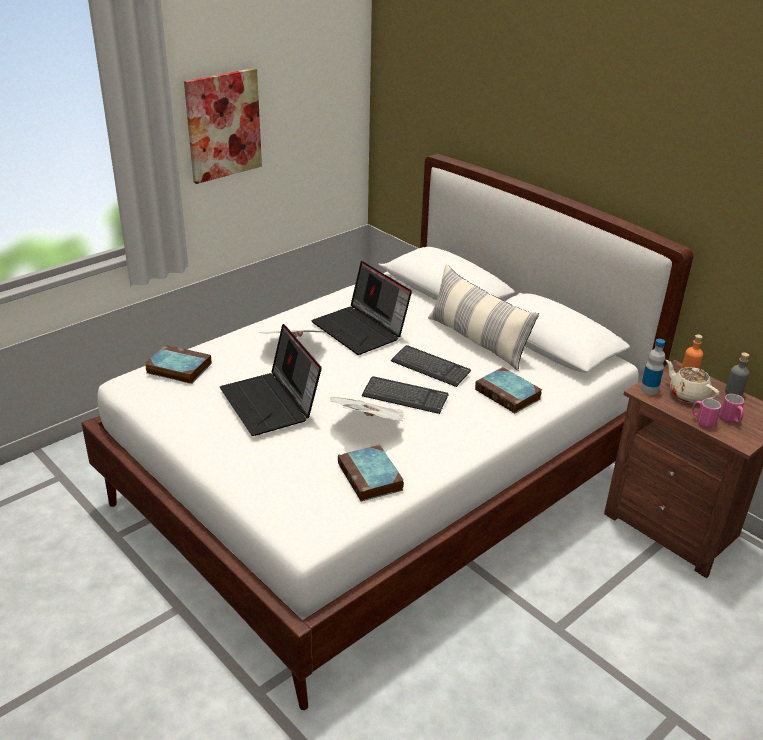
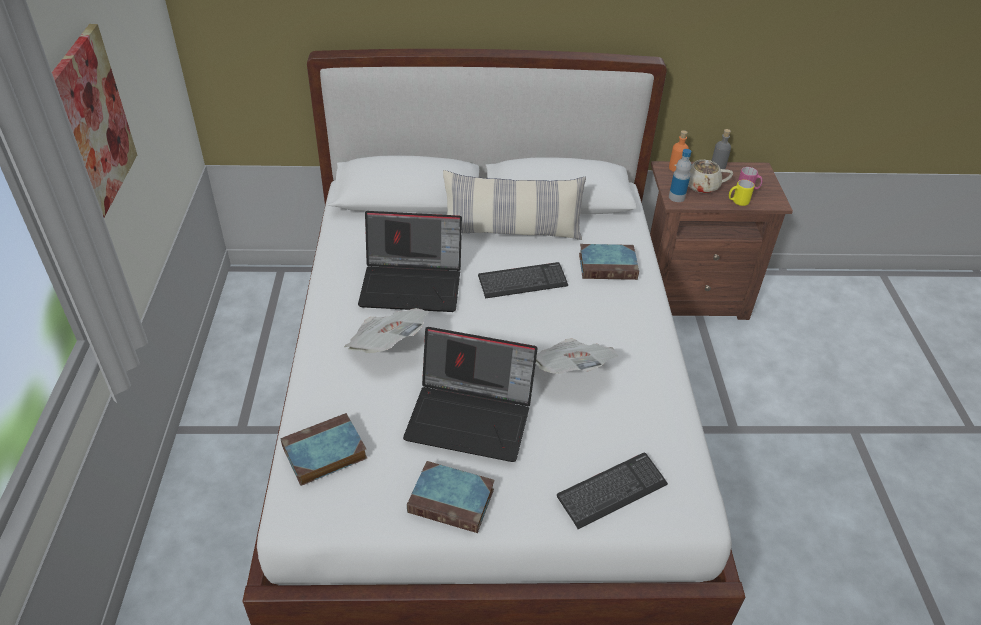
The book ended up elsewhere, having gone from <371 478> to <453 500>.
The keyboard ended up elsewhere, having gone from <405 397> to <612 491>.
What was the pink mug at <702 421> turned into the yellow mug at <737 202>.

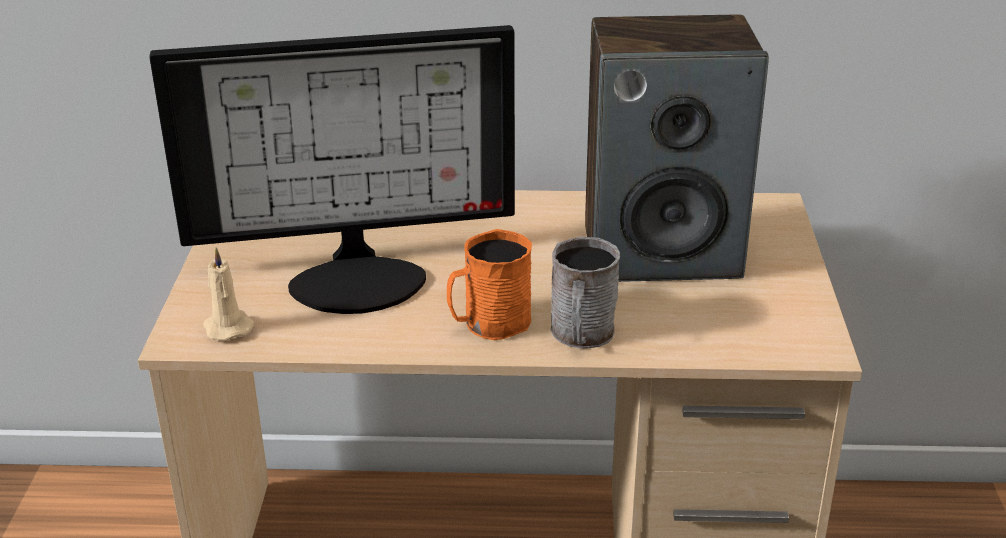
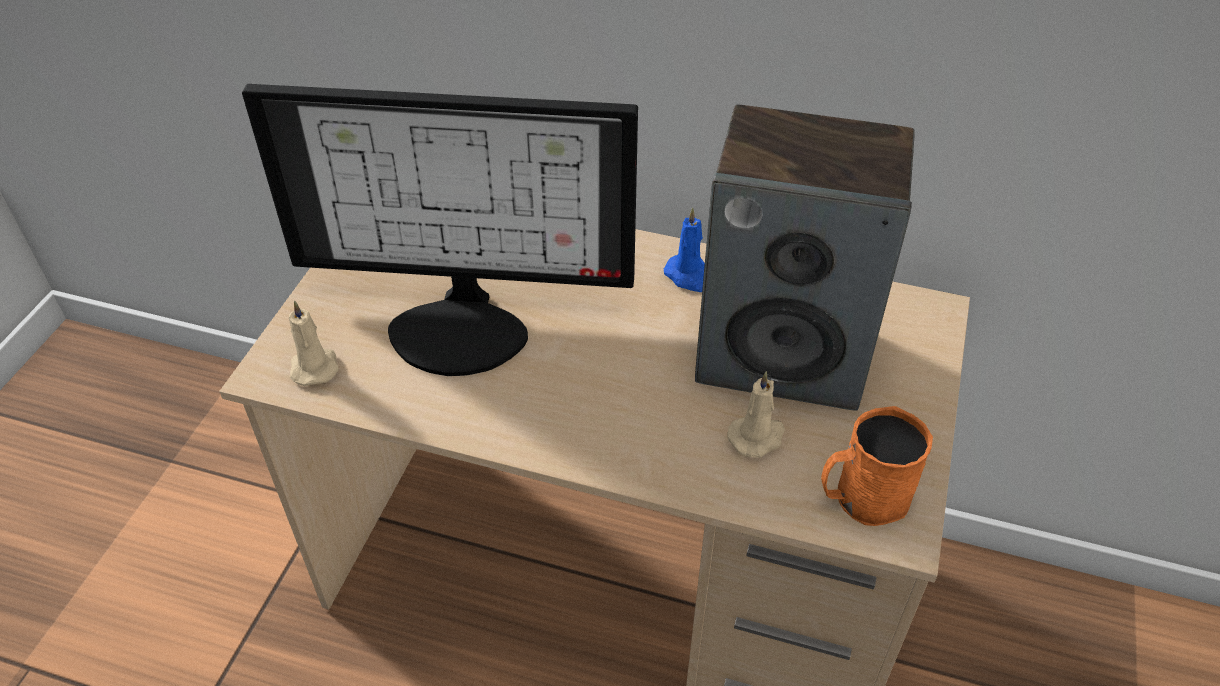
The second view lost the grey mug at <581 335>.
The second view gained the blue candle at <689 276>.
The second view gained the beige candle at <757 436>.
The orange mug ended up elsewhere, having gone from <489 324> to <862 498>.

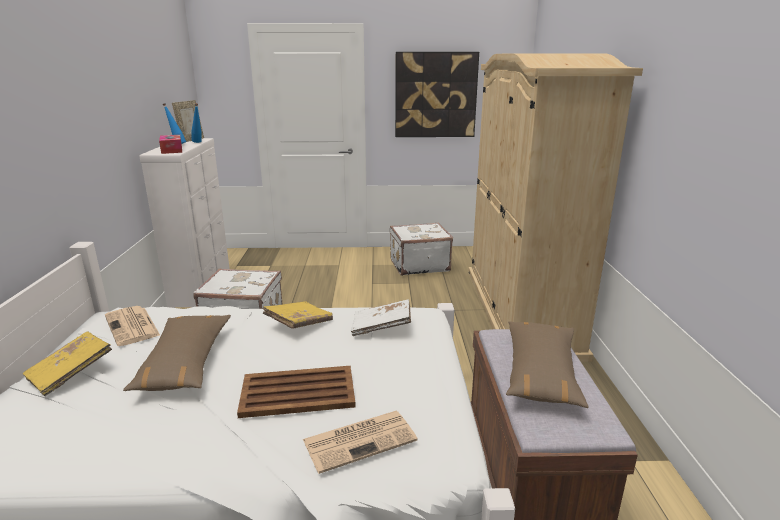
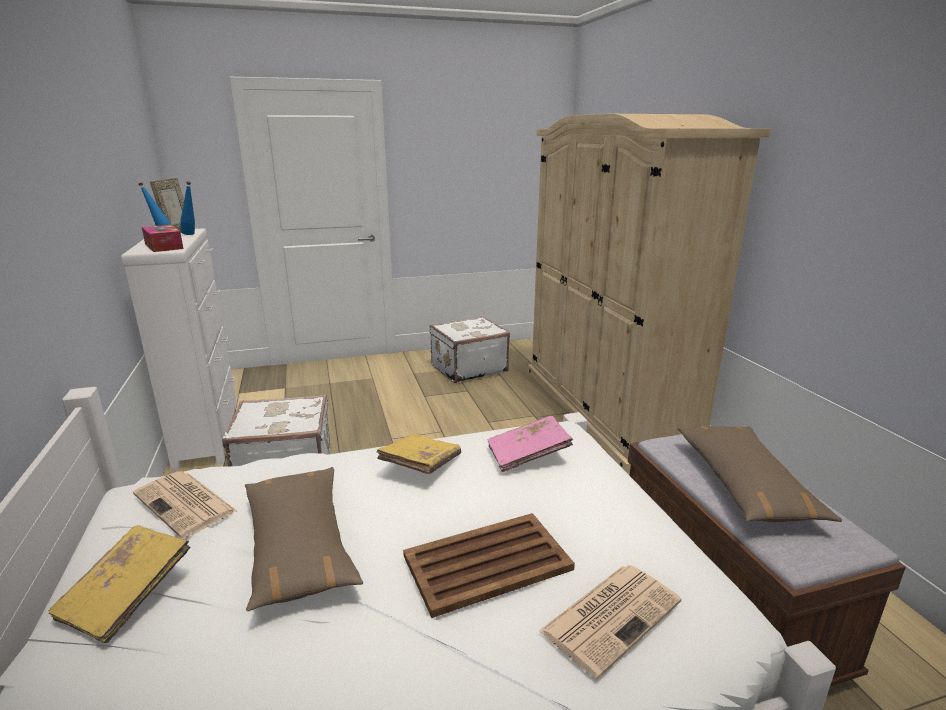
The second view lost the picture at <435 95>.
What was the white book at <382 327> turned into the pink book at <528 455>.

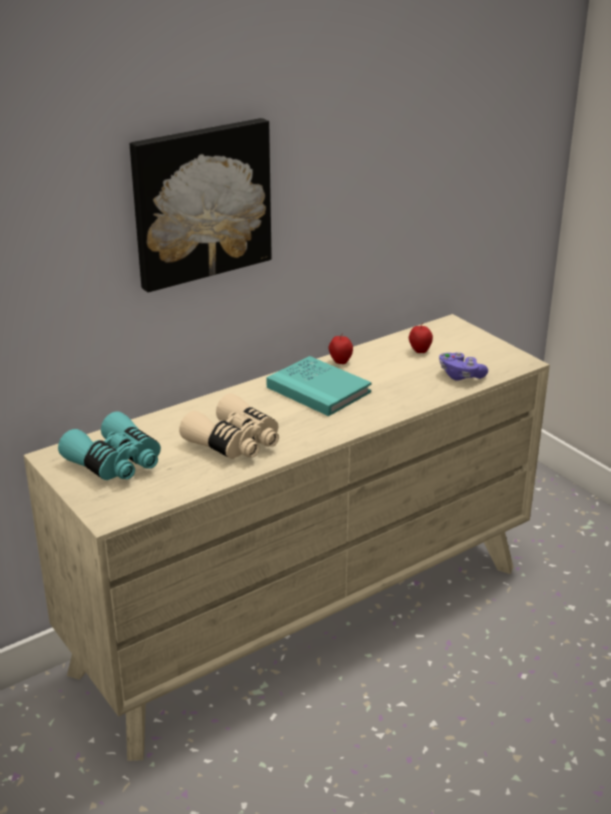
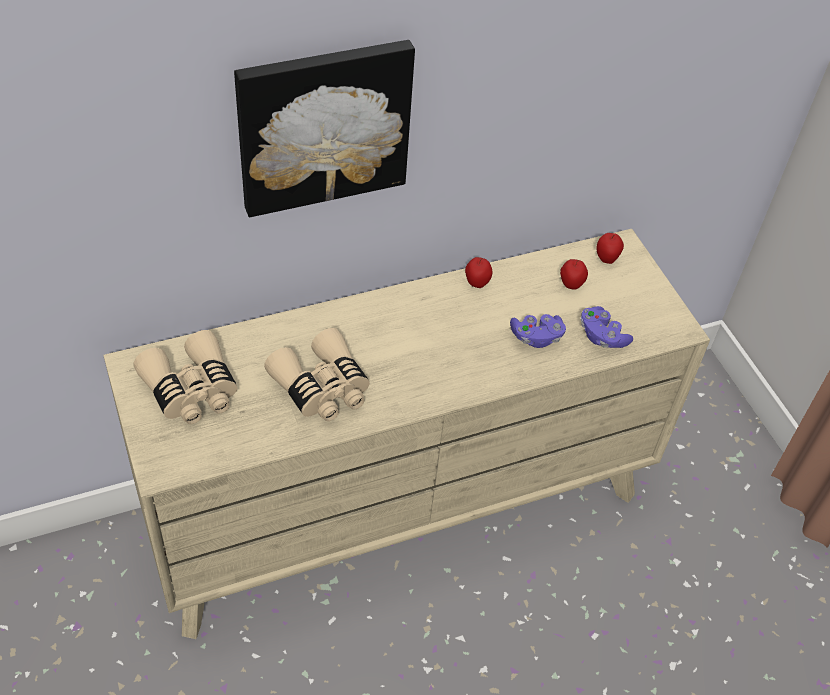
The second view lost the turquoise book at <318 390>.
The second view gained the purple game controller at <536 337>.
The second view gained the apple at <606 258>.
What was the turquoise binoculars at <116 463> turned into the beige binoculars at <192 390>.

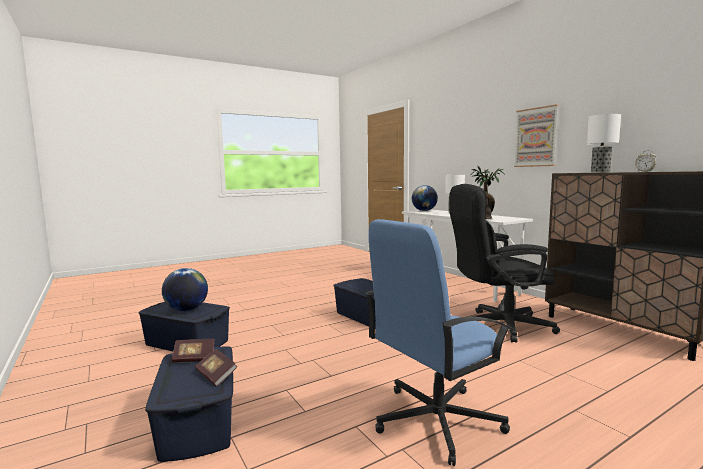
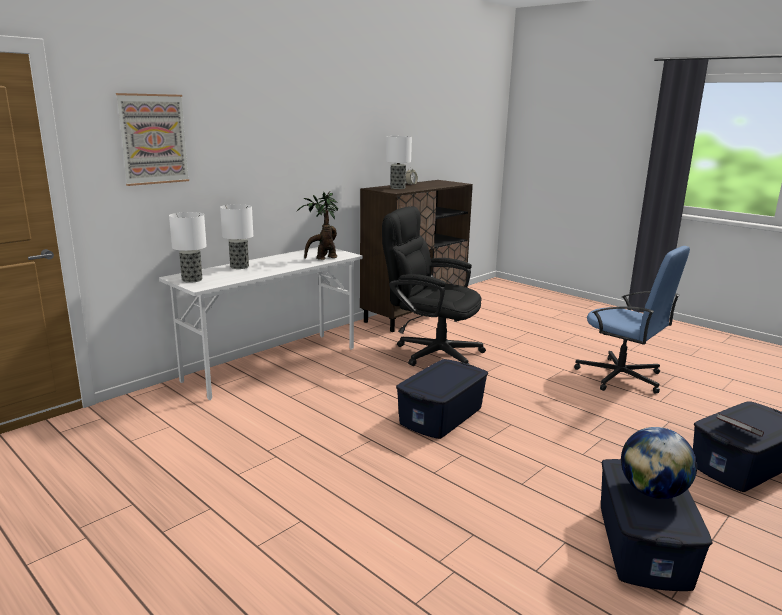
The second view lost the book at <216 375>.
The picture ended up elsewhere, having gone from <535 137> to <153 139>.
Where the globe stood at <424 210>, the table lamp came to stand at <192 279>.
The black office chair at <497 326> ended up facing another way, 135 degrees clockwise from before.

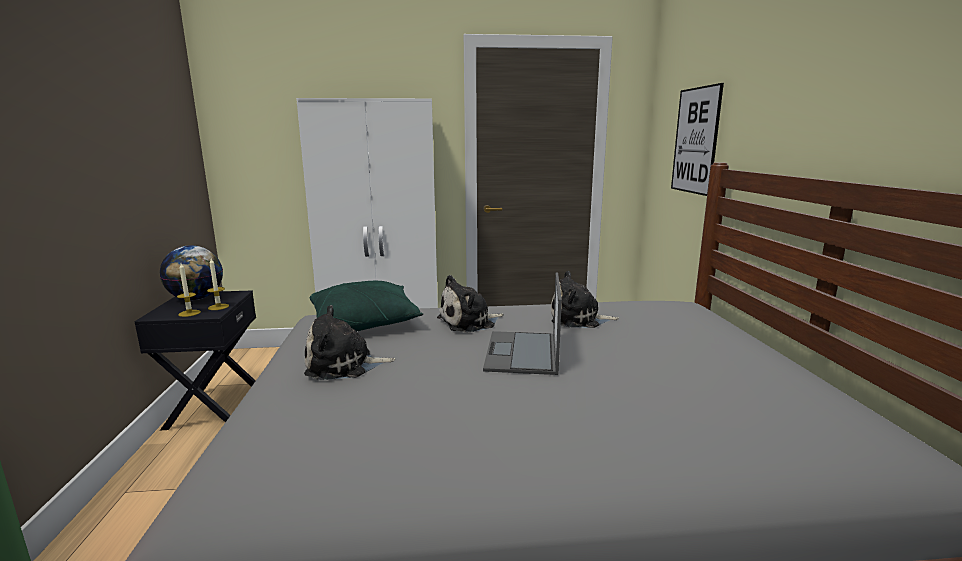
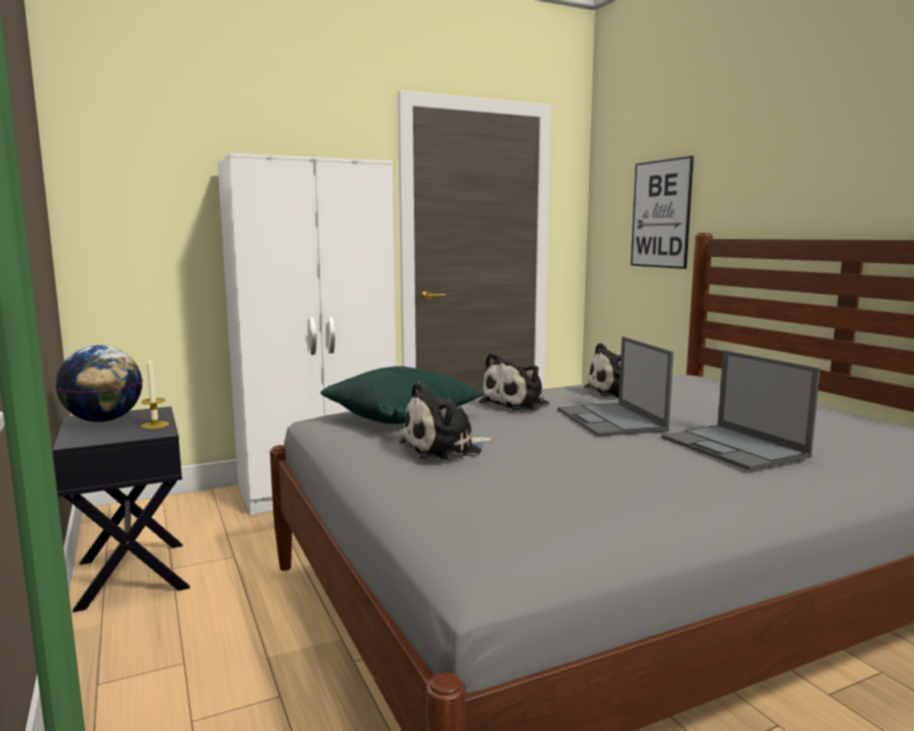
The second view lost the candle at <189 313>.
The second view gained the laptop at <735 448>.

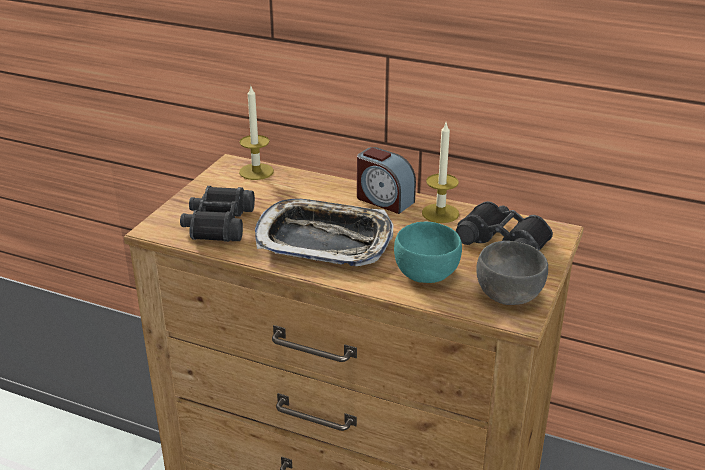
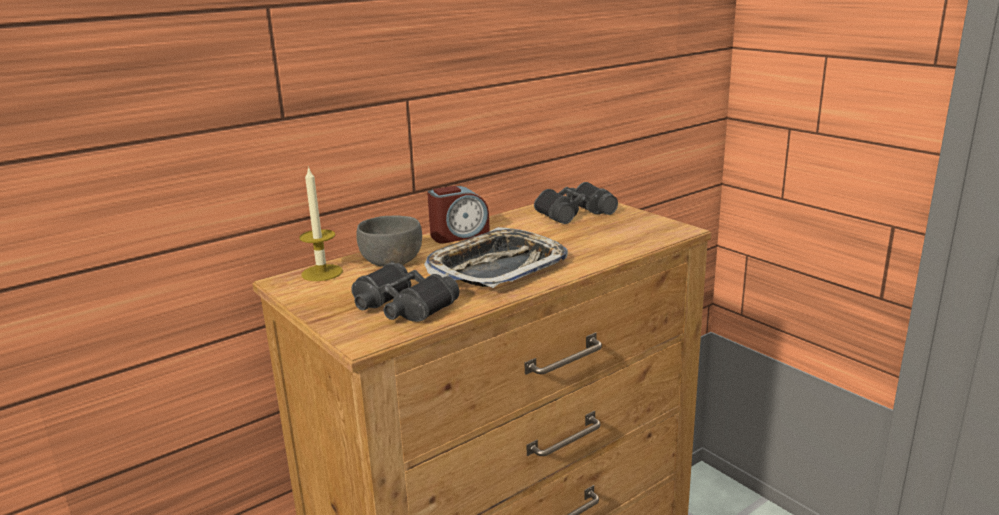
The second view lost the turquoise bowl at <426 272>.
The second view lost the candle at <440 213>.
The grey bowl ended up elsewhere, having gone from <508 293> to <390 261>.

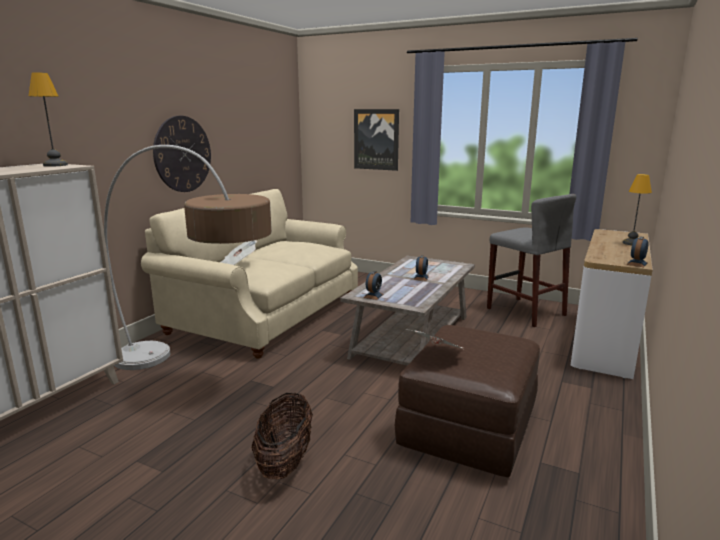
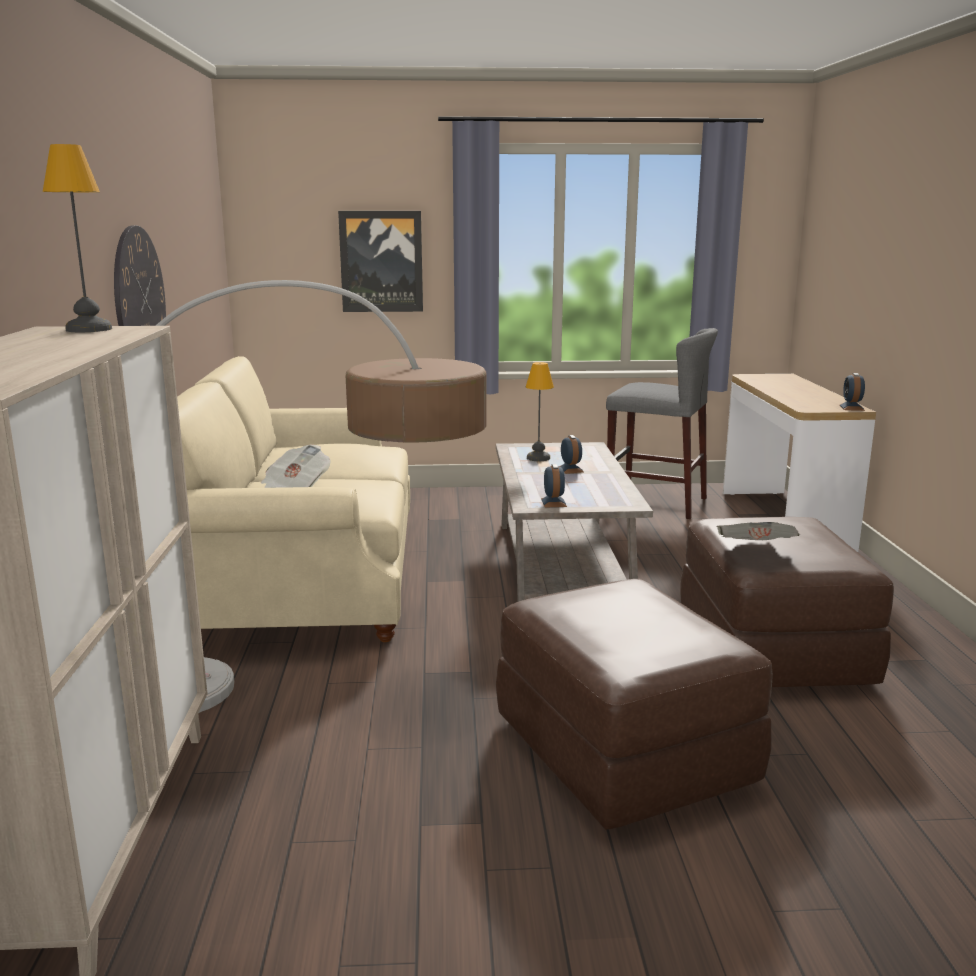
The table lamp ended up elsewhere, having gone from <631 243> to <537 458>.
Where the basket stood at <285 461>, the brown ottoman came to stand at <625 752>.

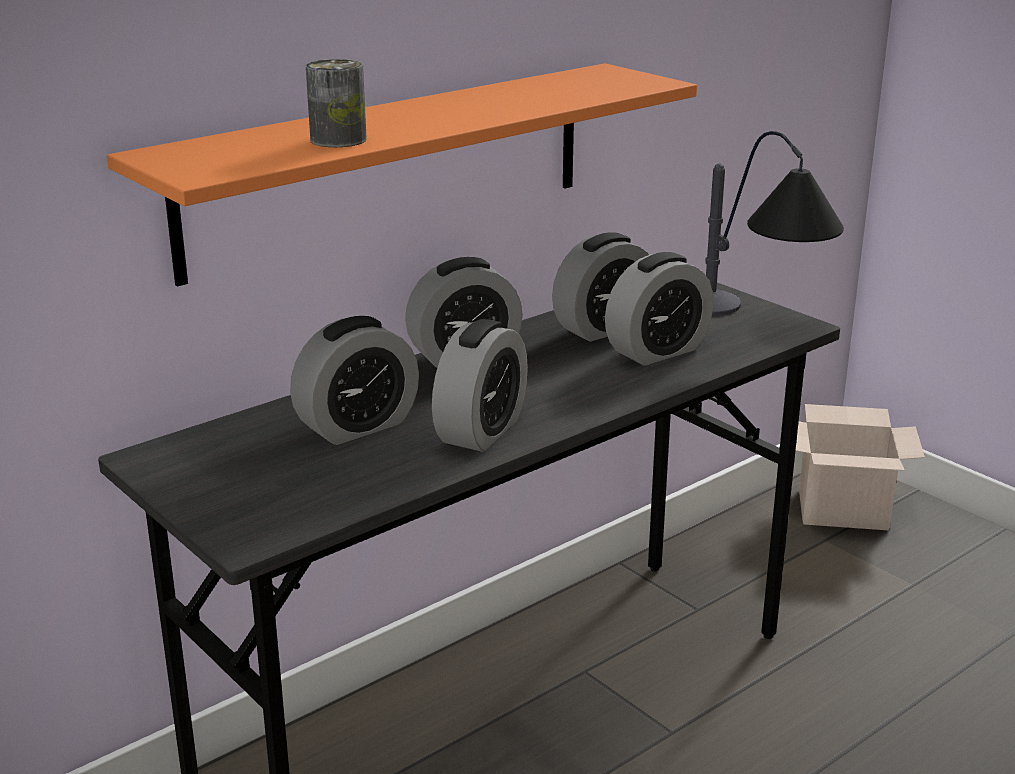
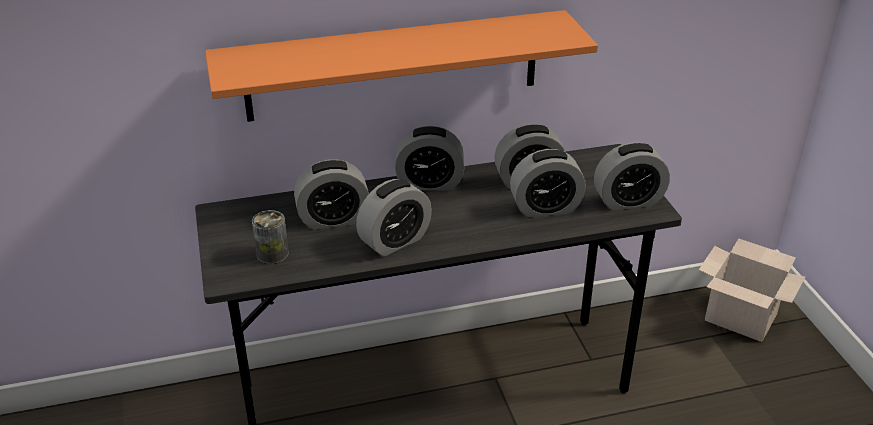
The can ended up elsewhere, having gone from <338 140> to <272 254>.
Where the table lamp stood at <756 323>, the alarm clock came to stand at <628 201>.

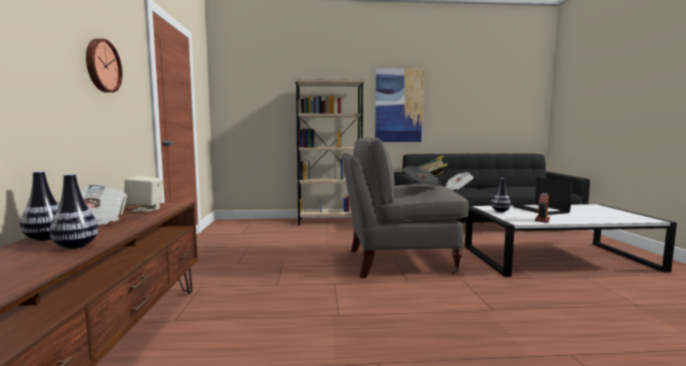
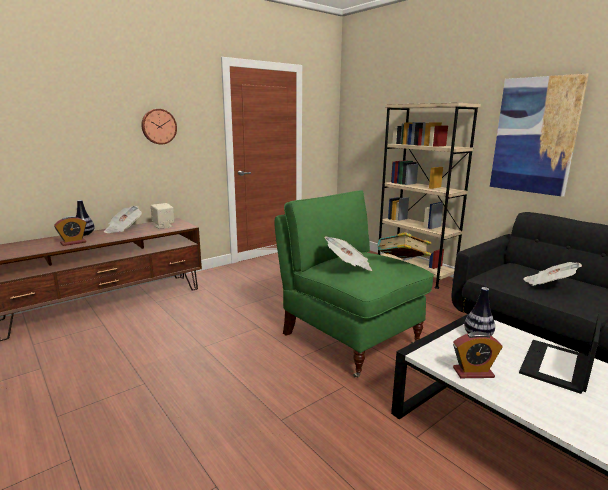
Where the vase stood at <76 246>, the alarm clock came to stand at <73 242>.
What was the grey armchair at <398 261> turned into the green armchair at <348 338>.

